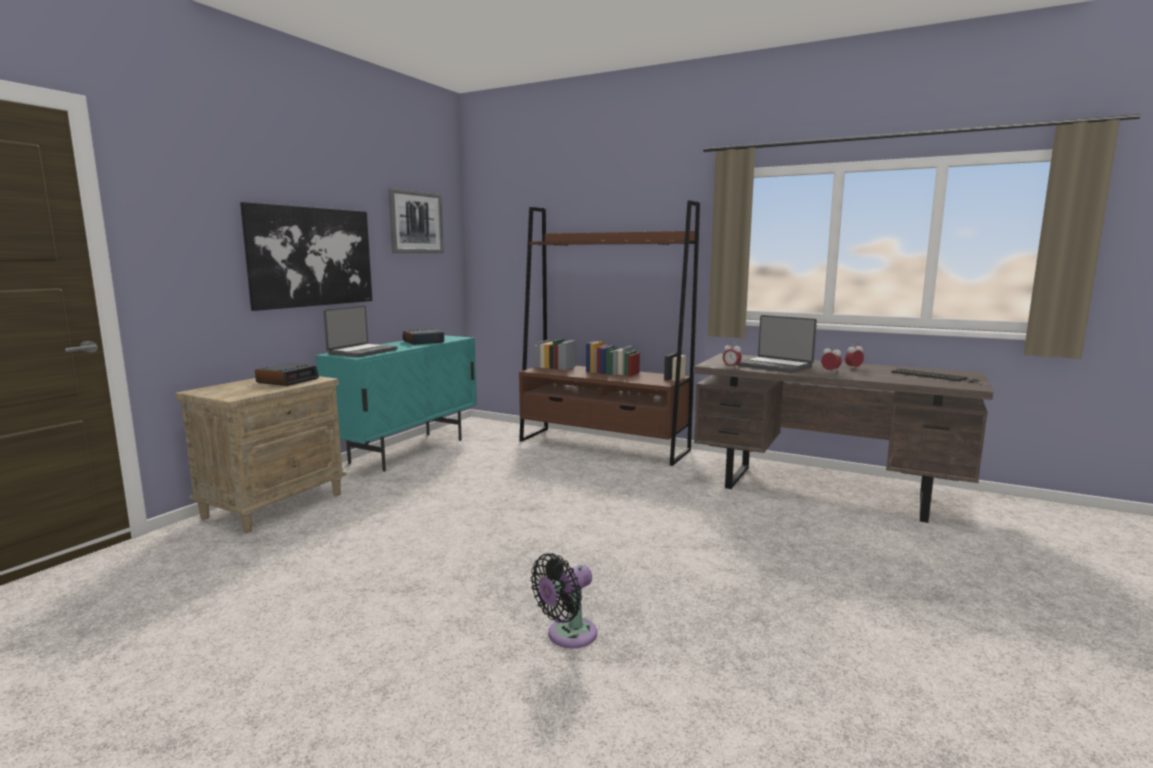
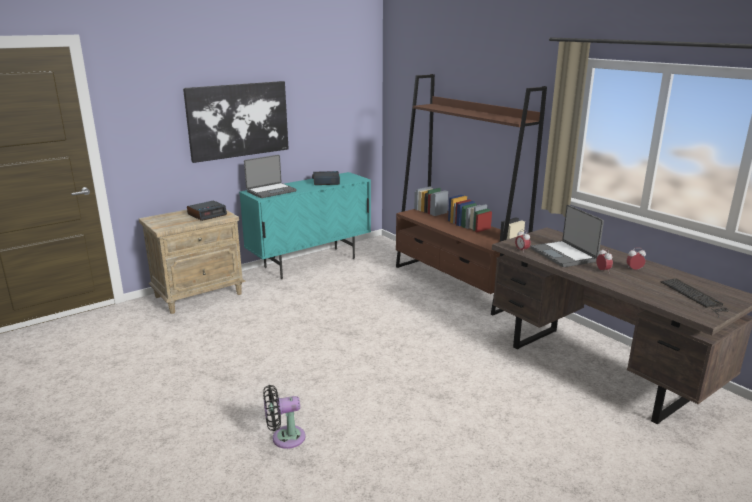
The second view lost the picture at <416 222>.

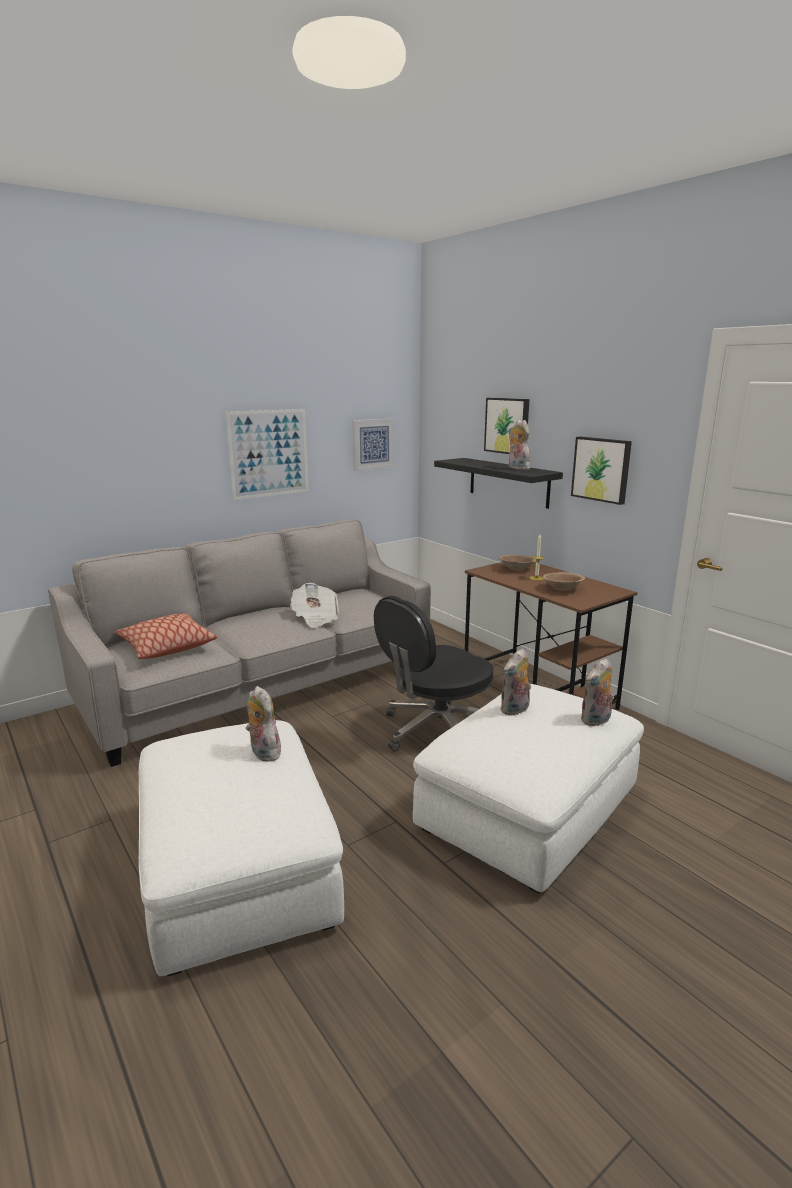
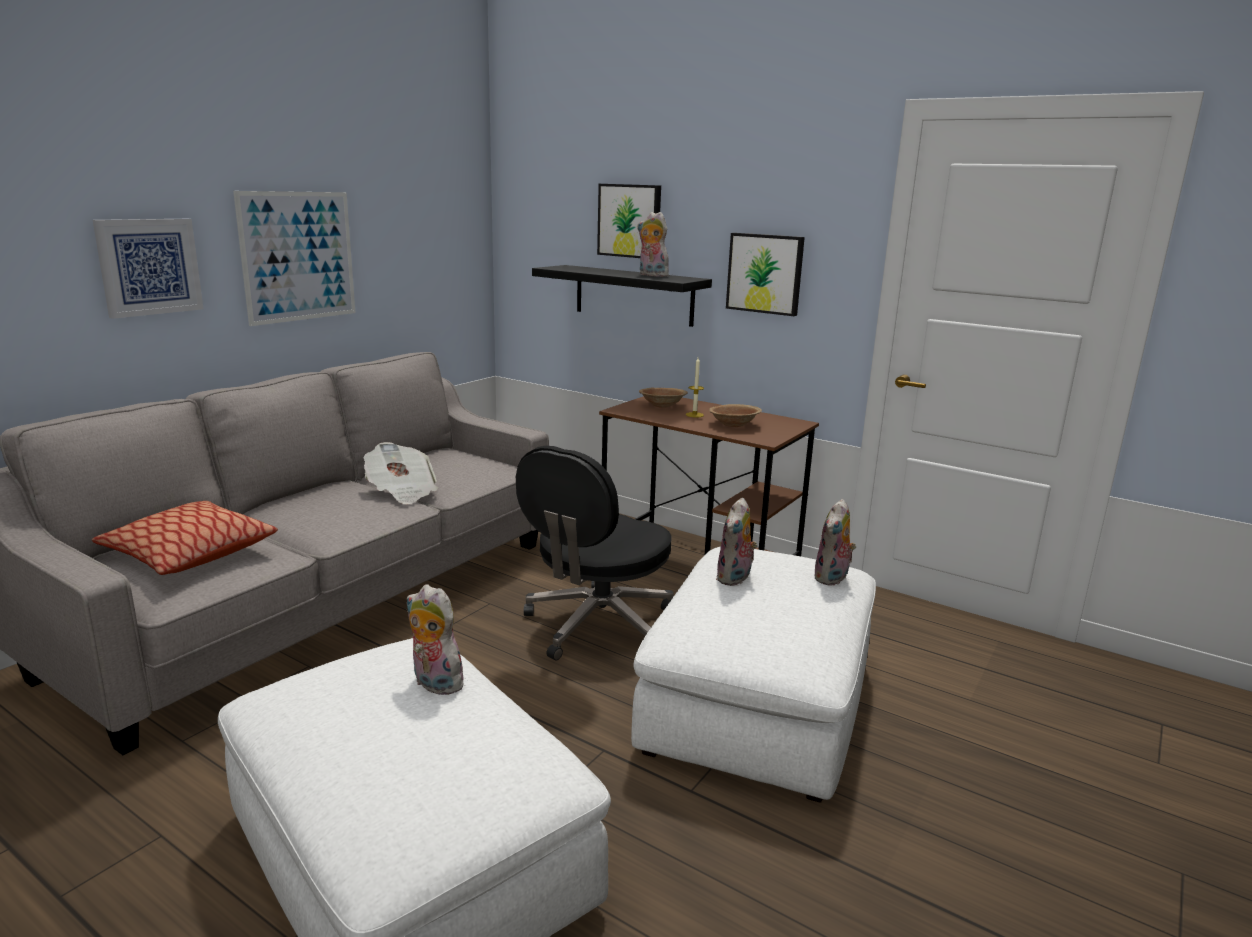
The picture ended up elsewhere, having gone from <373 444> to <149 266>.

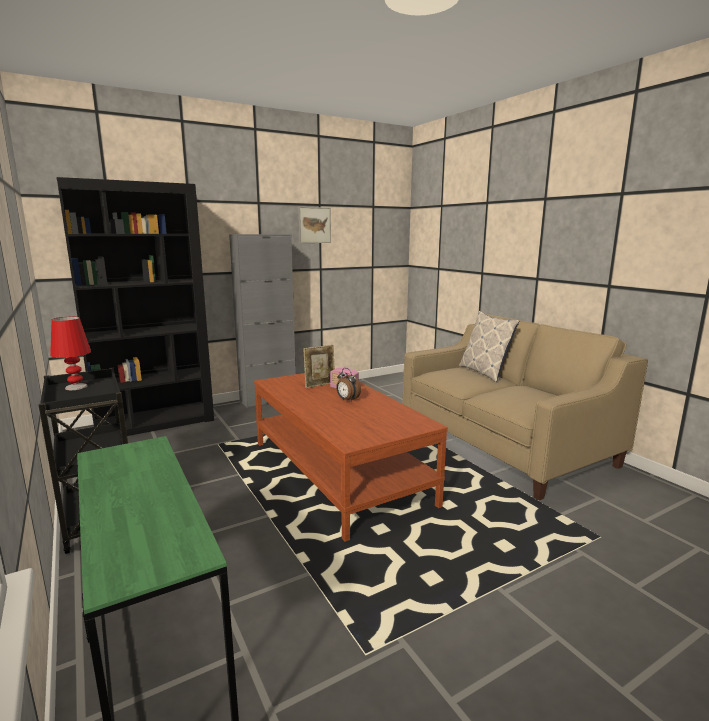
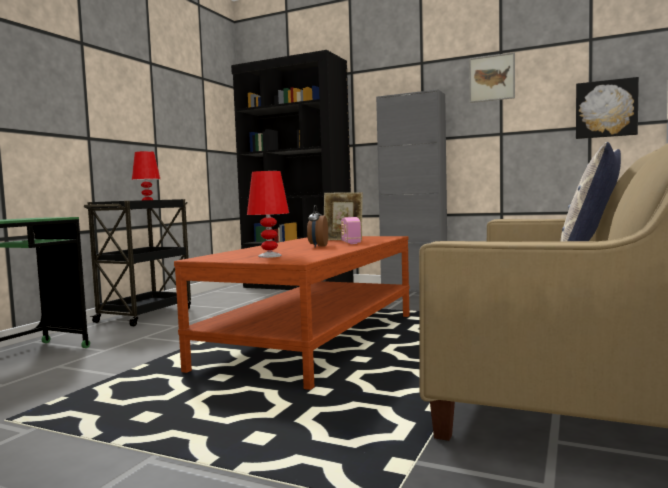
The second view gained the red table lamp at <269 256>.
The second view gained the picture at <606 109>.

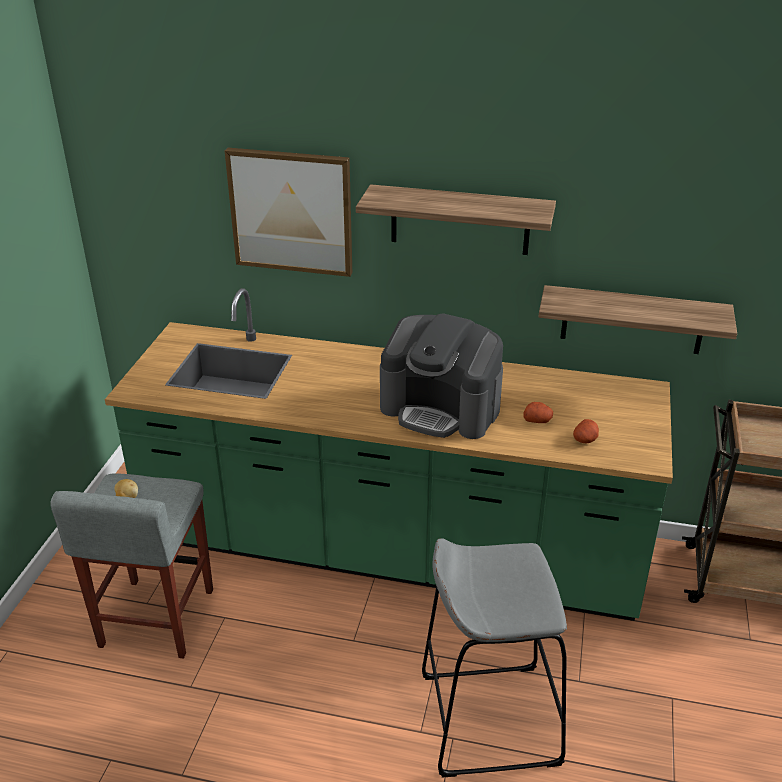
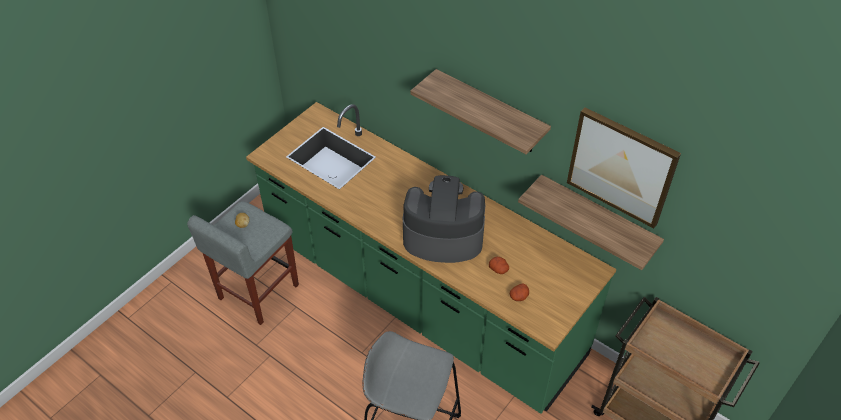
The picture ended up elsewhere, having gone from <291 211> to <621 166>.
The coffee machine at <441 408> ended up facing another way, 135 degrees clockwise from before.

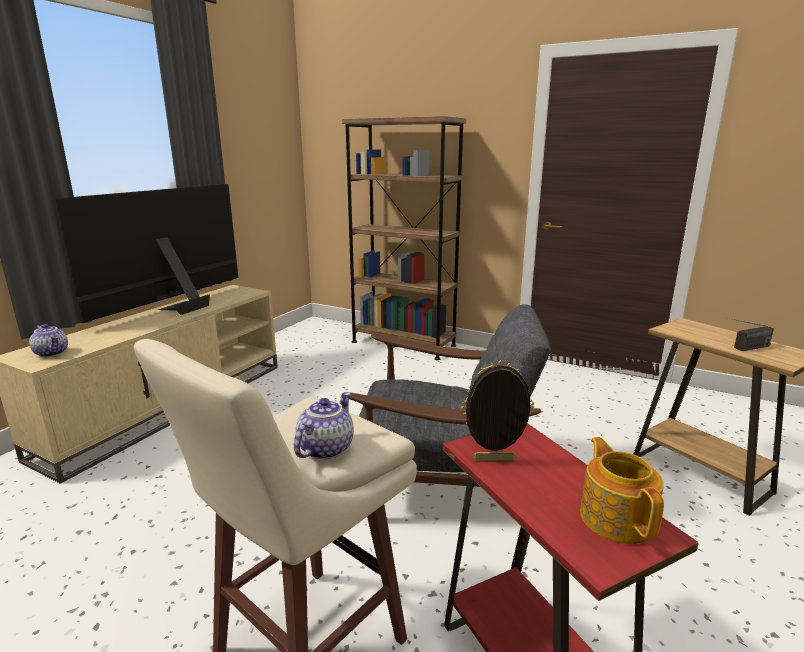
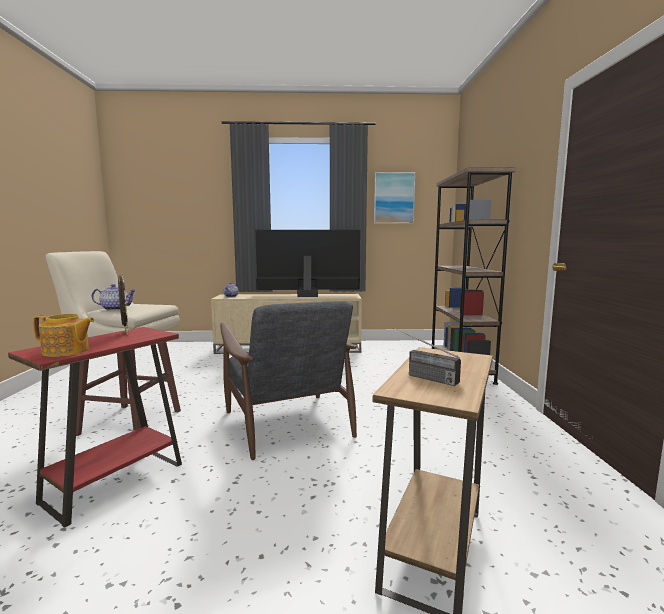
The second view gained the picture at <394 198>.
The teapot at <616 517> ended up facing another way, 45 degrees clockwise from before.

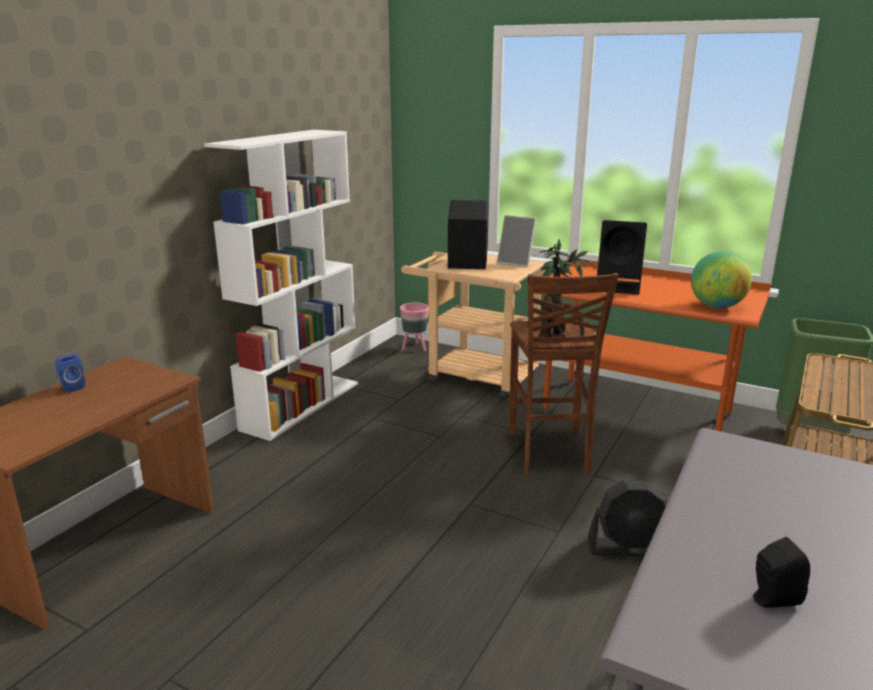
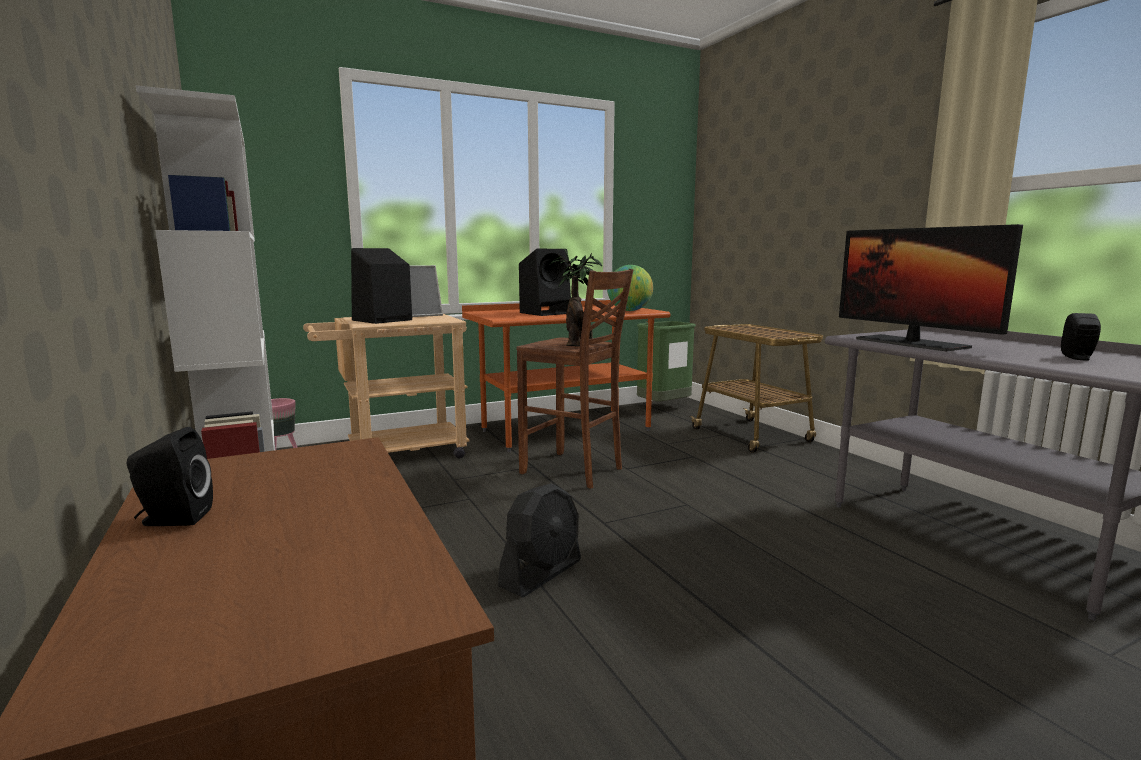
The second view gained the monitor at <911 343>.
The black fan ended up elsewhere, having gone from <628 548> to <541 573>.
What was the blue speaker at <71 387> turned into the black speaker at <172 519>.

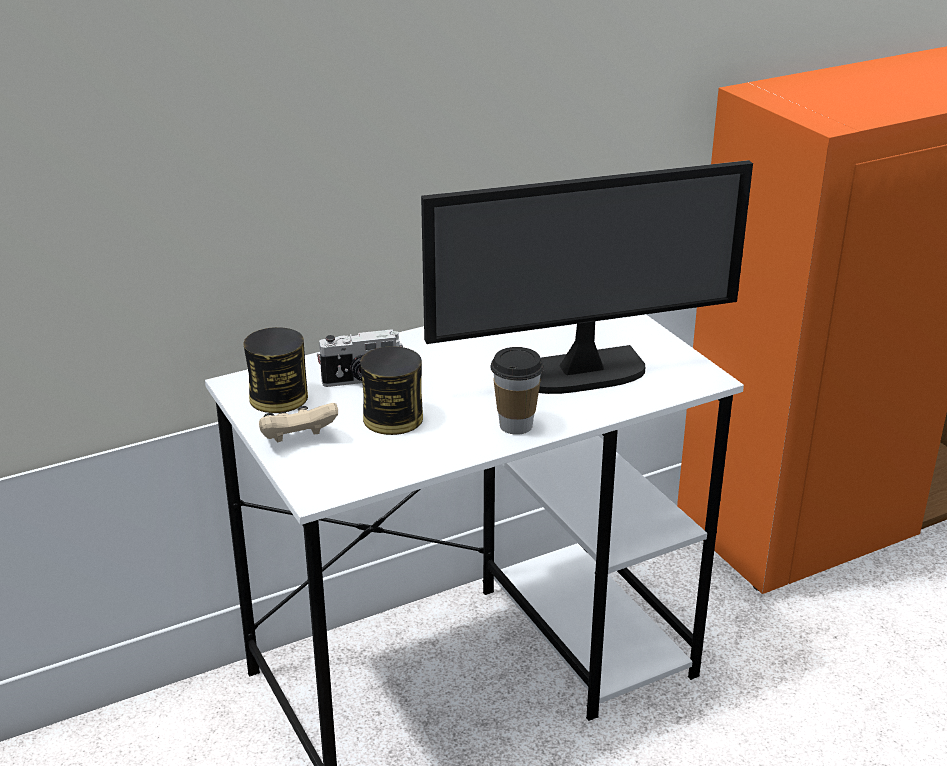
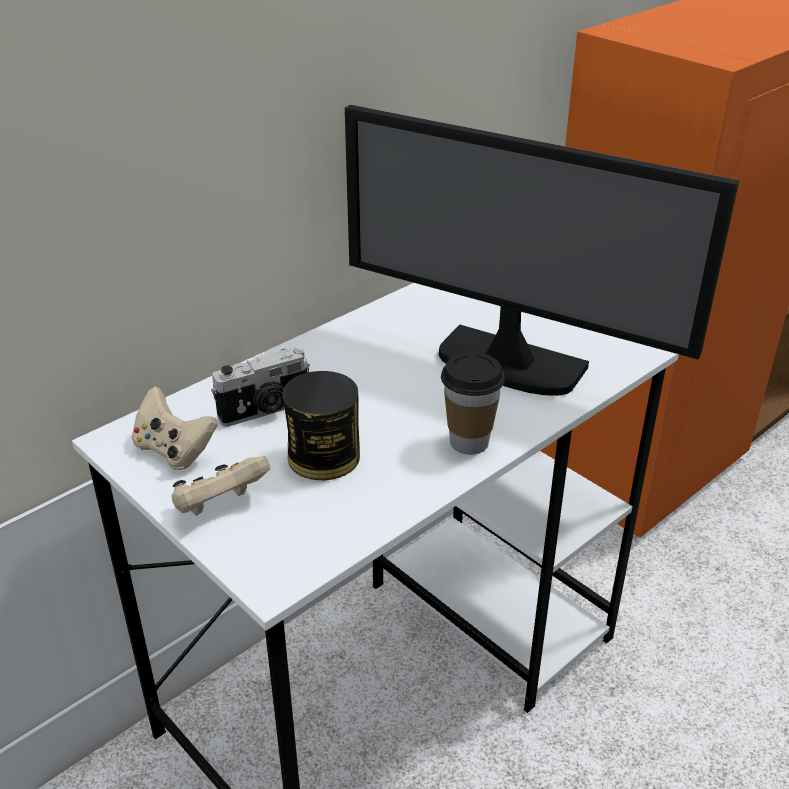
Where the can stood at <278 397>, the beige game controller came to stand at <174 451>.
The monitor at <581 374> ended up facing another way, 60 degrees clockwise from before.

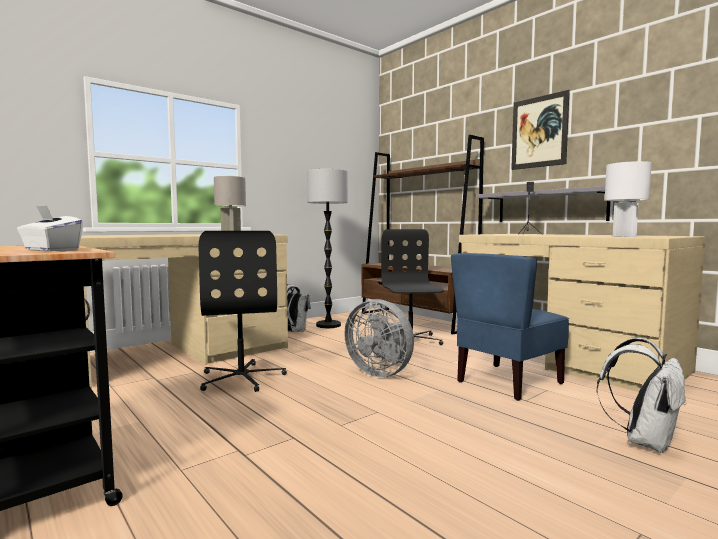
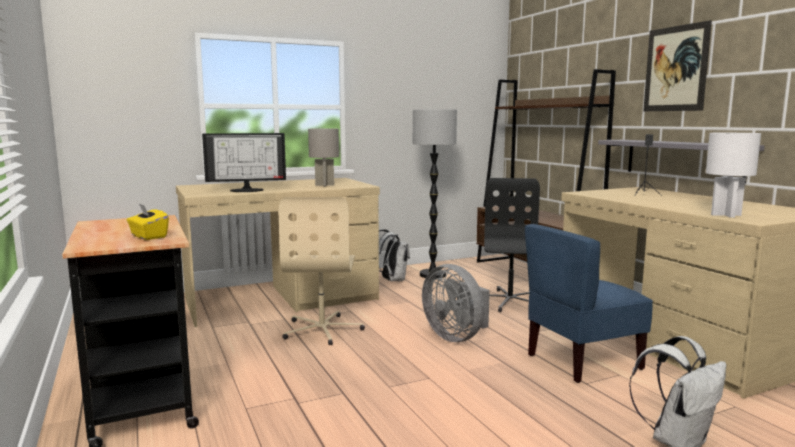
The second view gained the monitor at <247 190>.
What was the white tissue box at <51 250> turned into the yellow tissue box at <148 236>.
What was the black office chair at <242 378> turned into the beige office chair at <323 329>.

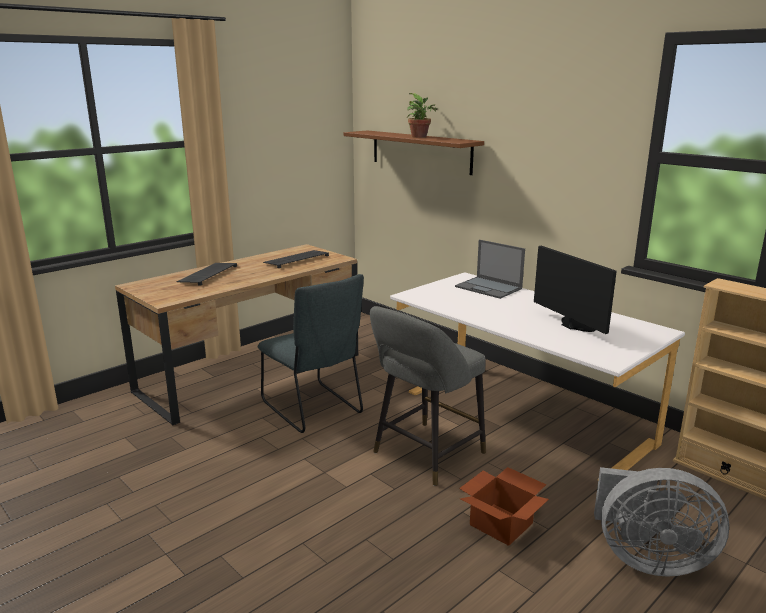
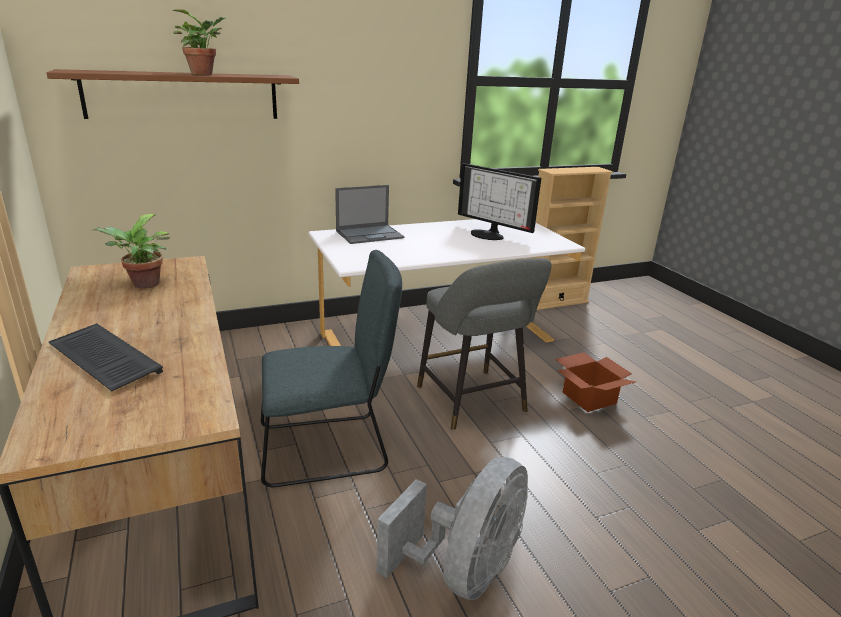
The grey fan ended up elsewhere, having gone from <647 559> to <464 570>.
Where the keyboard stood at <297 259>, the potted plant came to stand at <143 285>.
The monitor at <574 325> ended up facing another way, 135 degrees counterclockwise from before.

